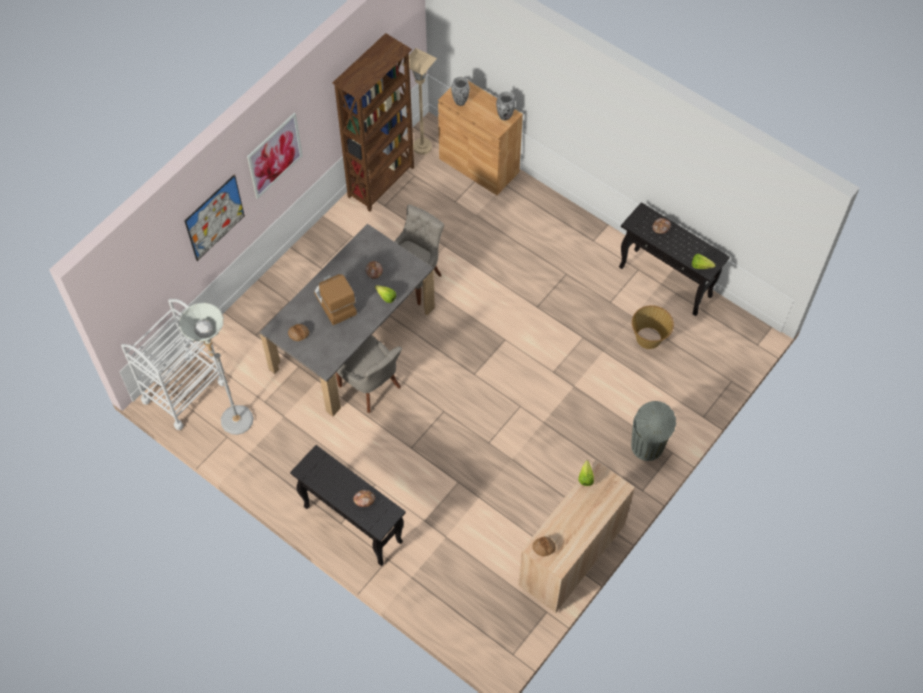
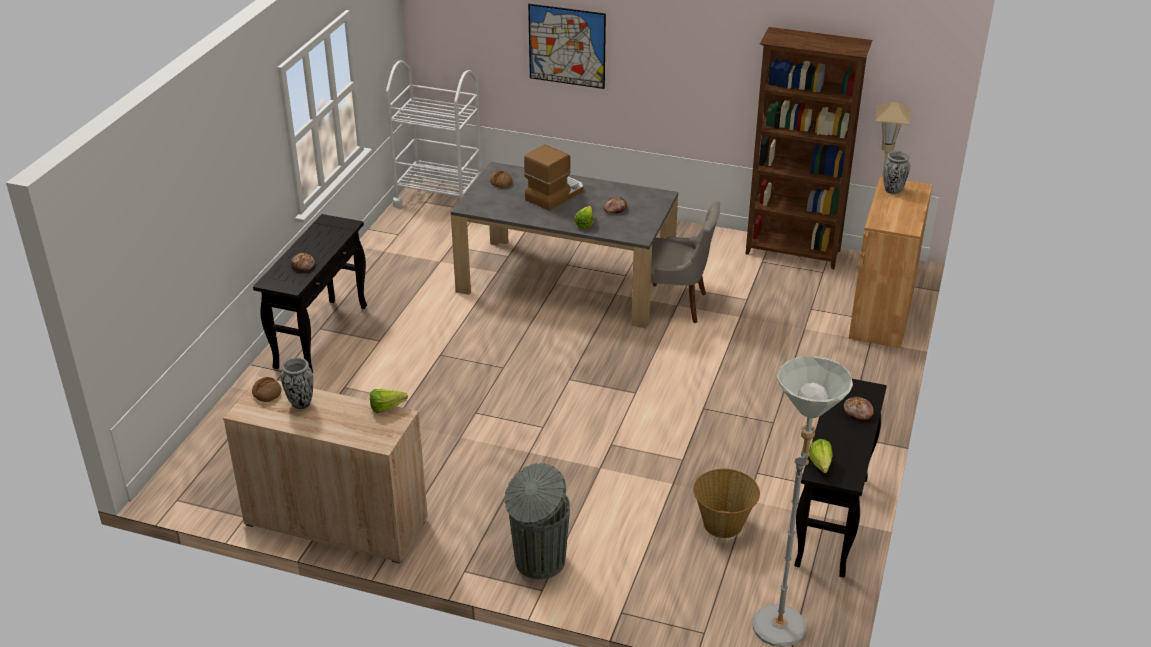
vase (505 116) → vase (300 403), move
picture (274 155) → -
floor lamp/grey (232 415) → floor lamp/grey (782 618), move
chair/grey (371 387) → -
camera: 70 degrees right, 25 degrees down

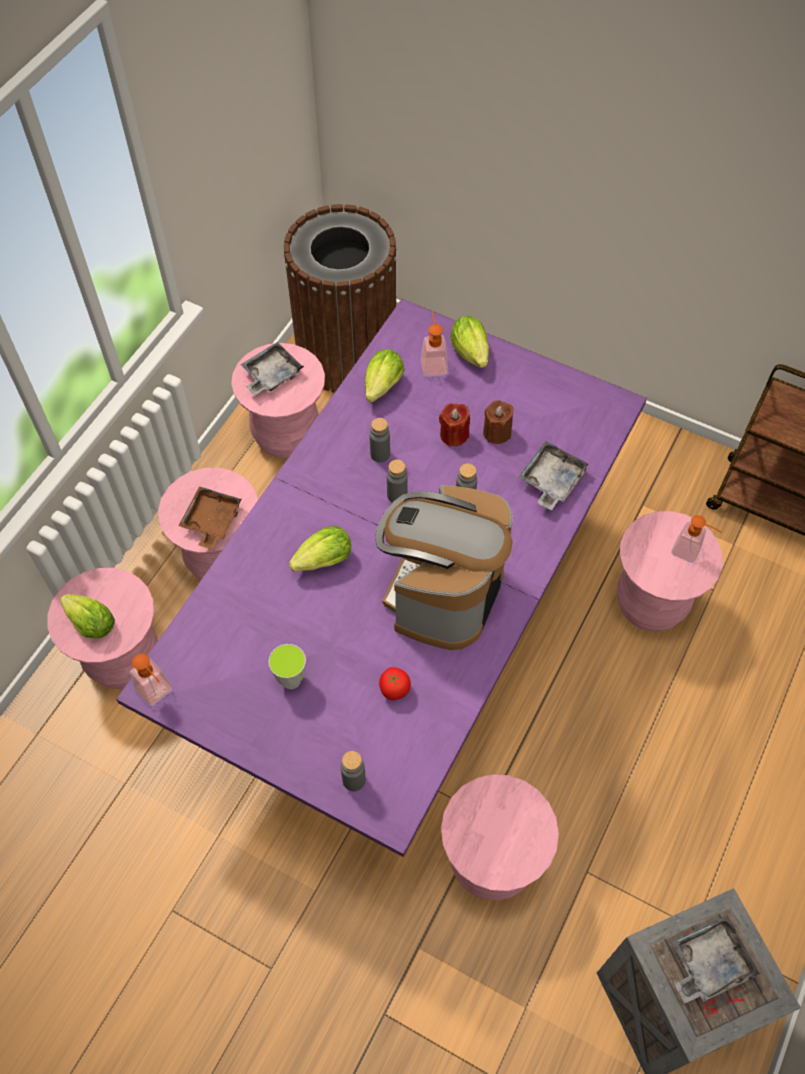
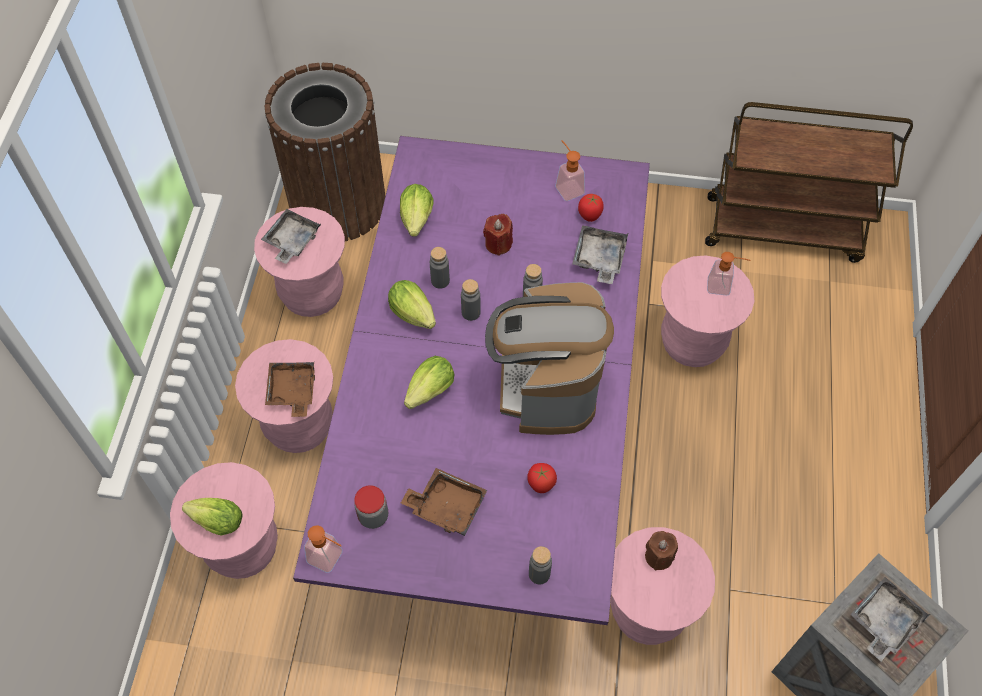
soap dispenser (433 362) → soap dispenser (567 187), move
lettuce (471 355) → lettuce (415 316), move
candle/brown (497 432) → candle/brown (659 556), move
cup (291 680) → tray/brown (446 506)
- → tomato (590 215)
- → jar (373 516)
camera: 20 degrees left, 0 degrees up

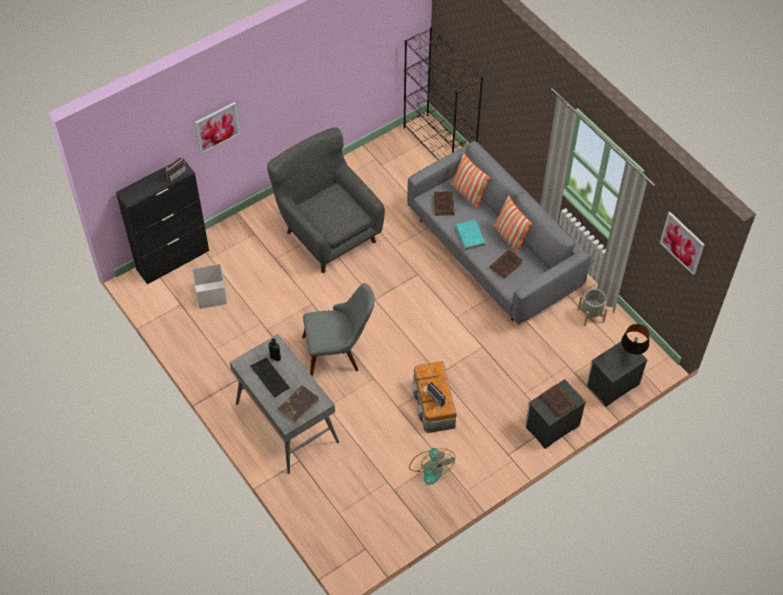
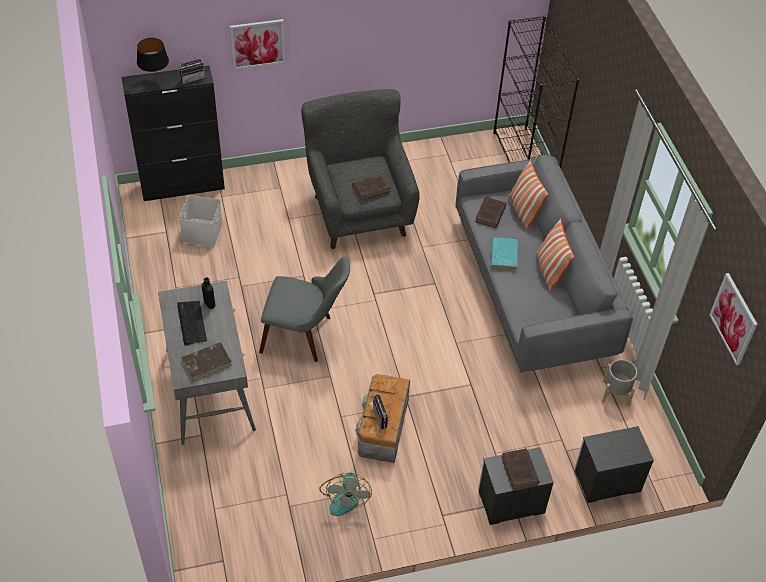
book/brown (506 264) → book/brown (372 188), move
table lamp/black (631 356) → table lamp/black (155 83), move
camera: 20 degrees right, 5 degrees down

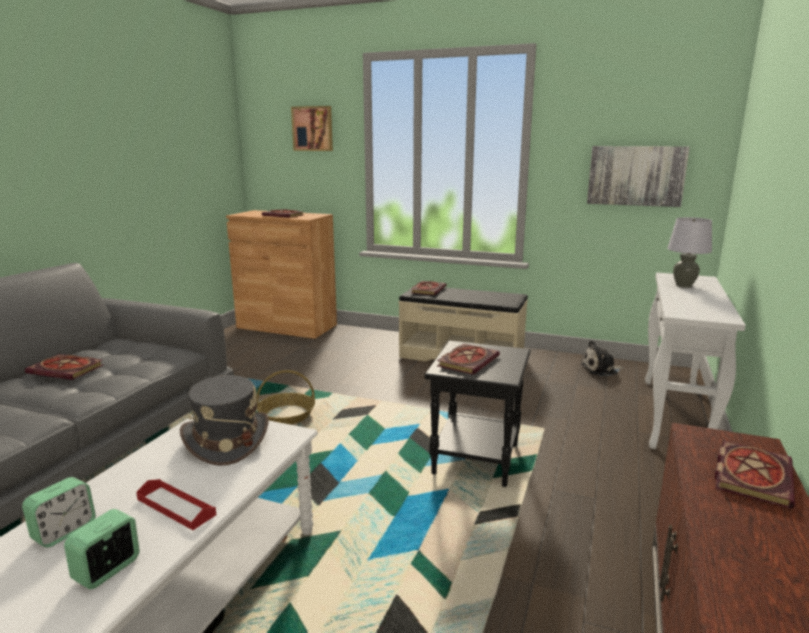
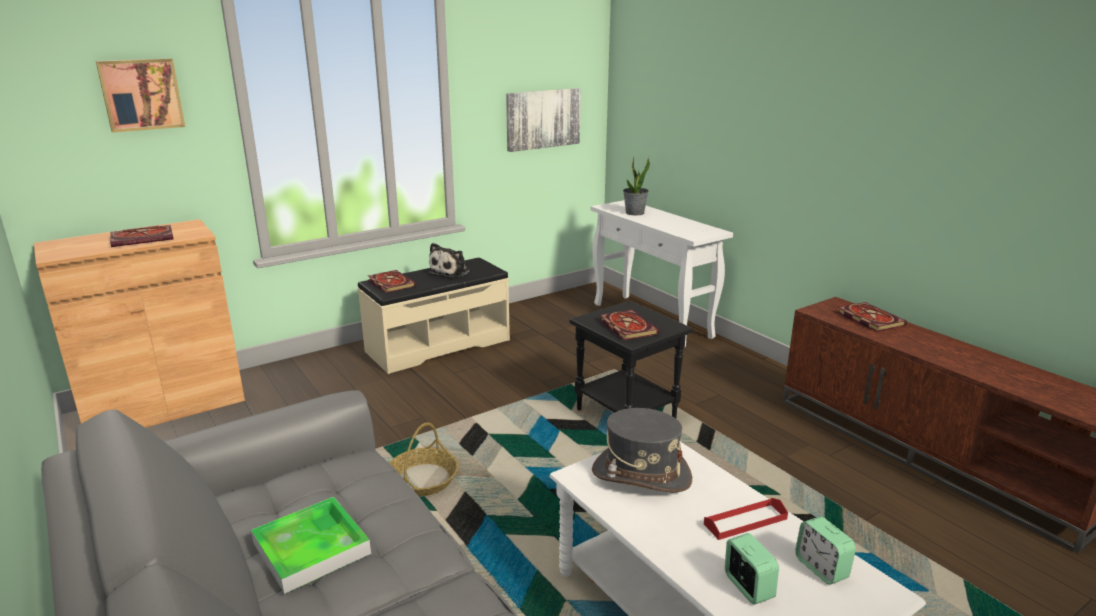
table lamp/grey (683 285) → potted plant (634 213)
plush toy (601 370) → plush toy (451 272), move
book (68 369) → tray (311 548)
camera: 55 degrees left, 5 degrees up

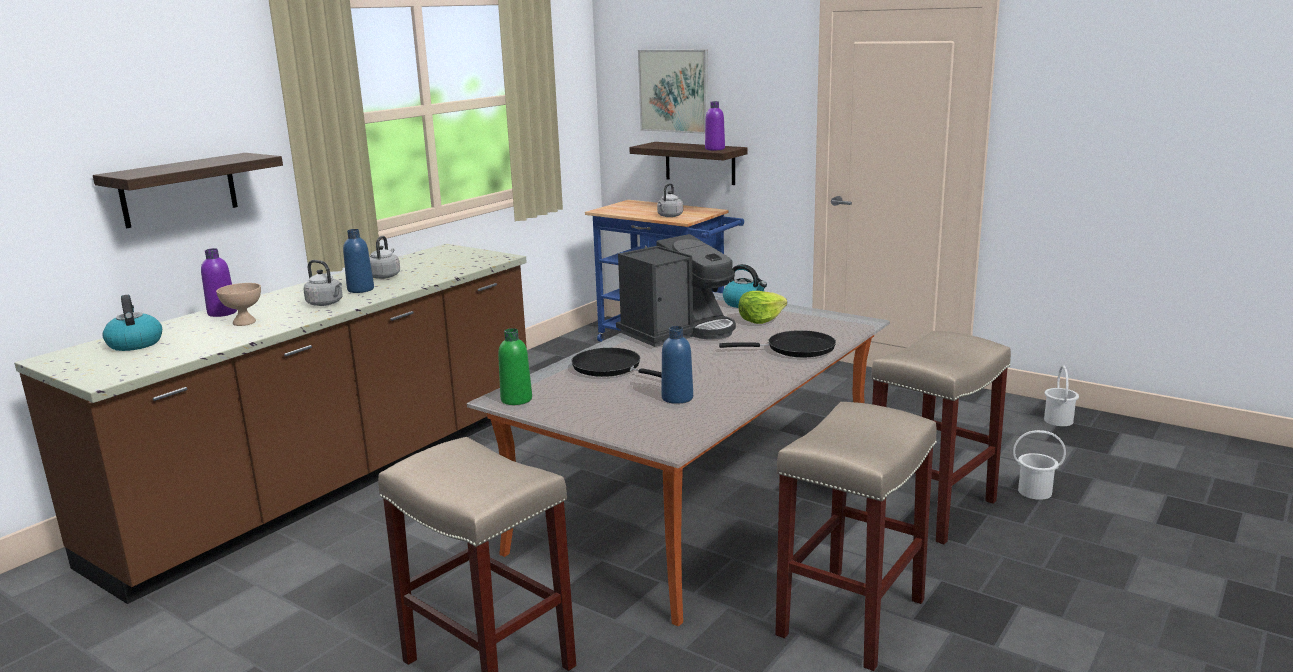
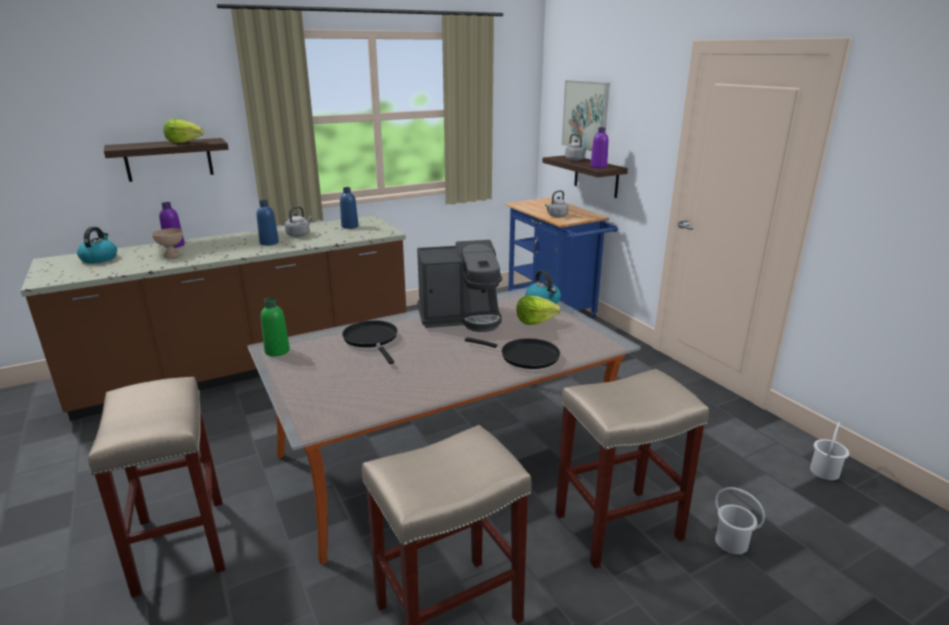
kettle/grey (326 303) → kettle/grey (575 160), move
bottle/blue (677 398) → bottle/blue (350 226), move
- → lettuce (184 142)
camera: 25 degrees right, 5 degrees up

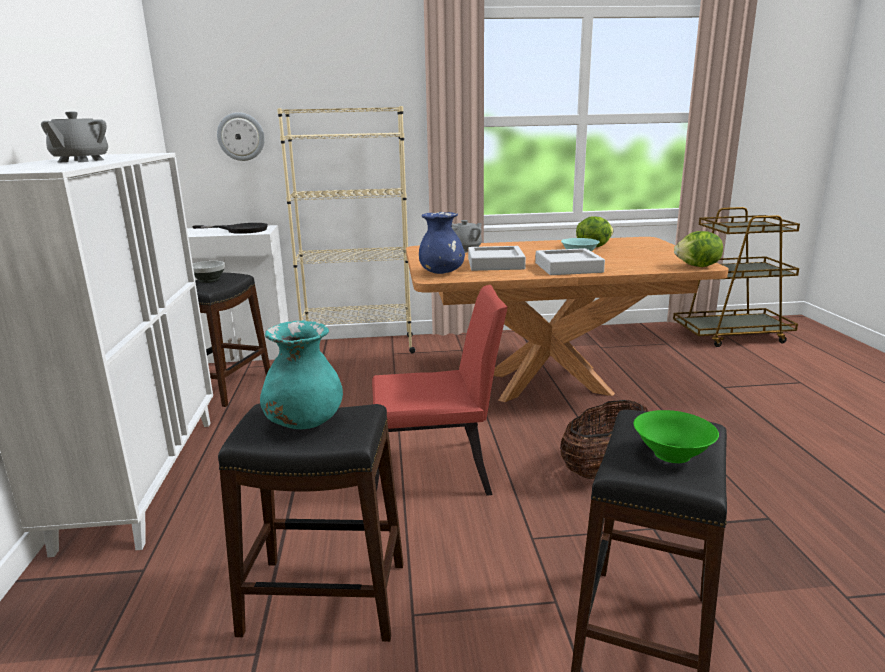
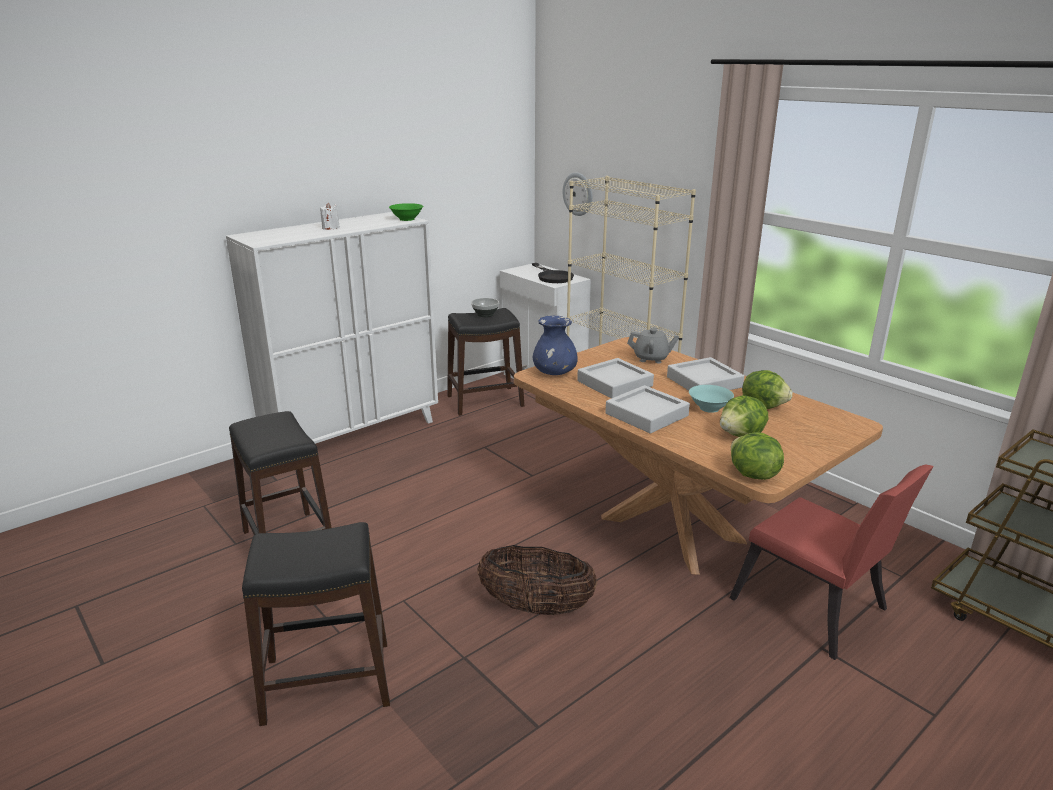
teapot/grey (80 161) → candle/white (330 228)
chair/red (436 471) → chair/red (815 610), move
vase/turquoise (304 423) → -
bowl/green (672 453) → bowl/green (407 219), move
- → tray/grey (704 382)
- → lettuce (741 435)
camera: 55 degrees right, 5 degrees up

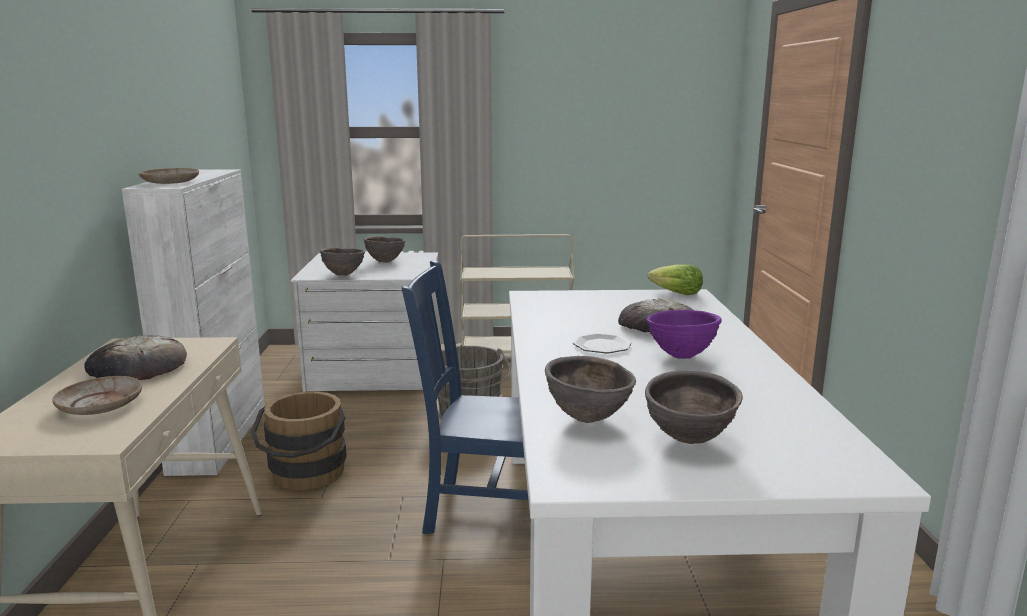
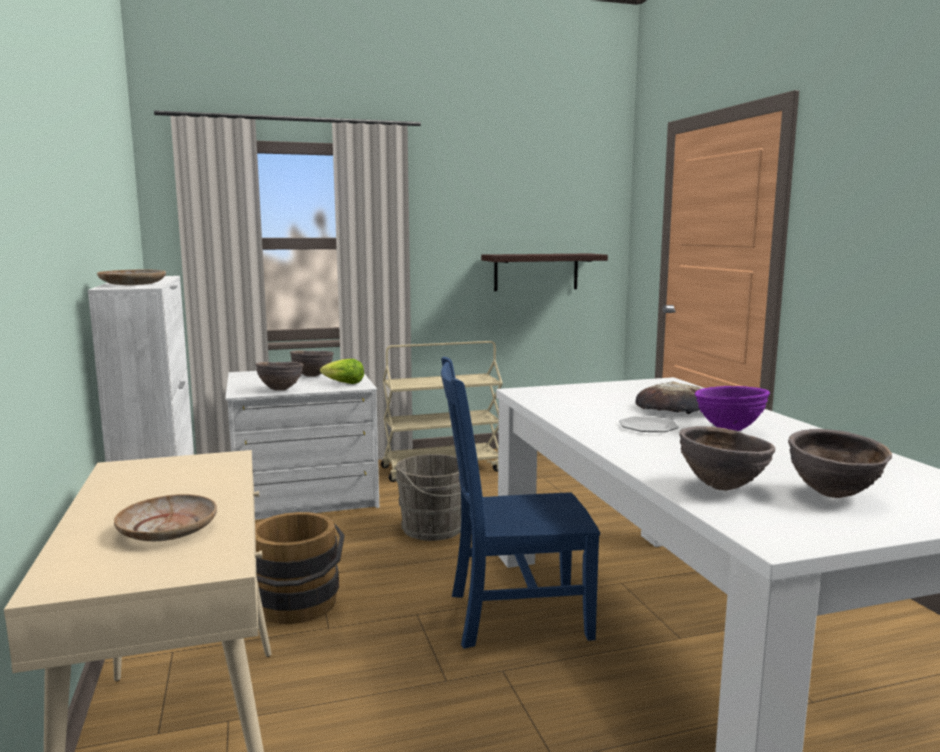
lettuce (676 293) → lettuce (343 383), move
bread (138 367) → -
- → shelf (536 272)
camera: 15 degrees left, 5 degrees down

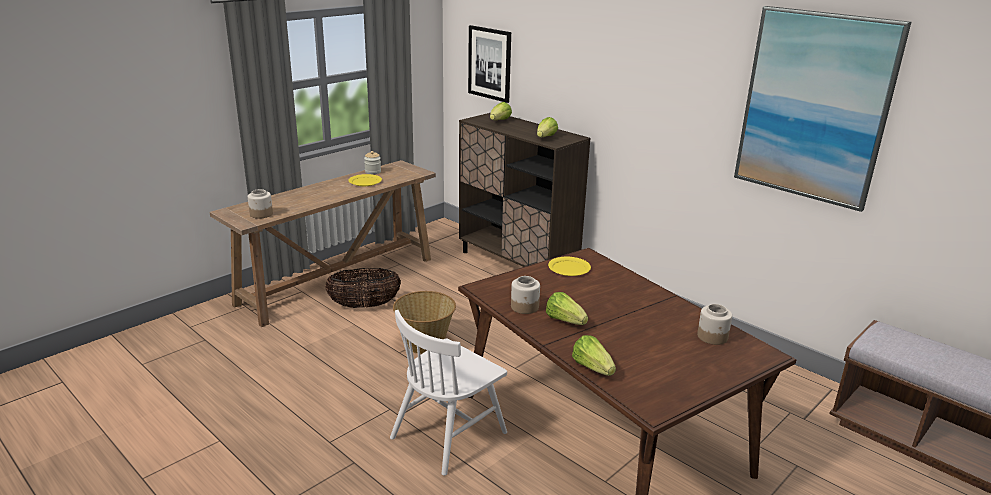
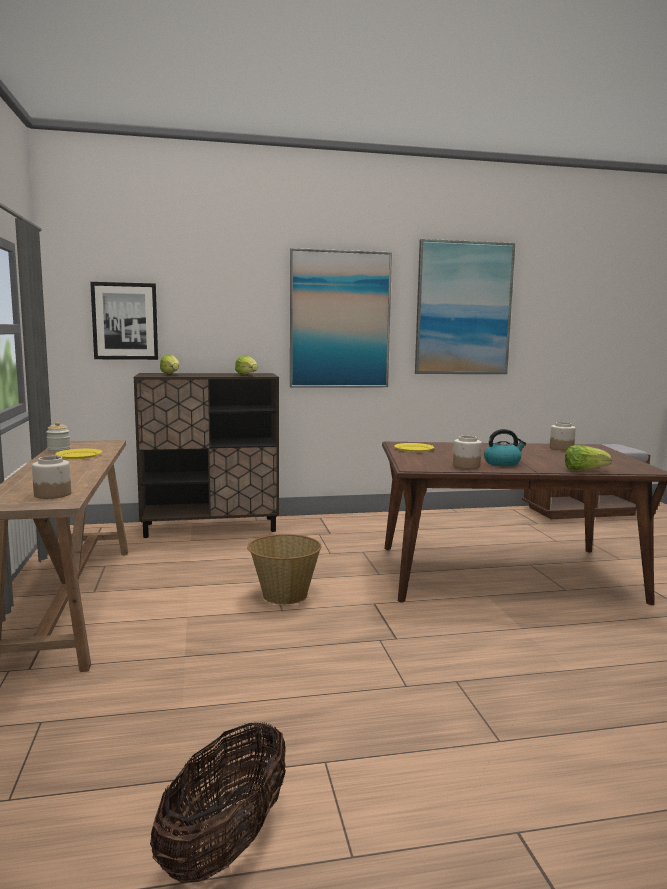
basket (364 305) → basket (226 844), move
lettuce (565 320) → kettle (502 463)
chair/white (449 434) → -
- → picture (340 320)
camera: 55 degrees left, 15 degrees down

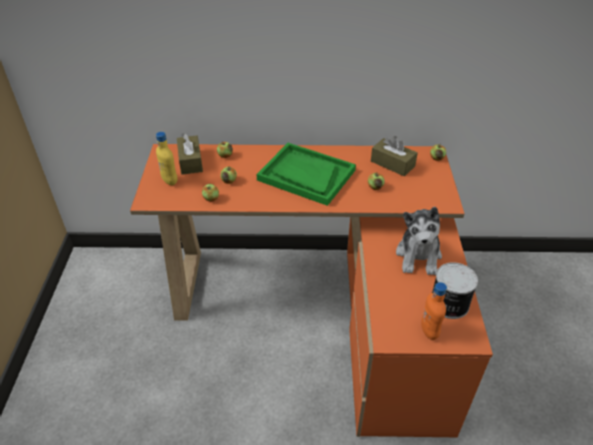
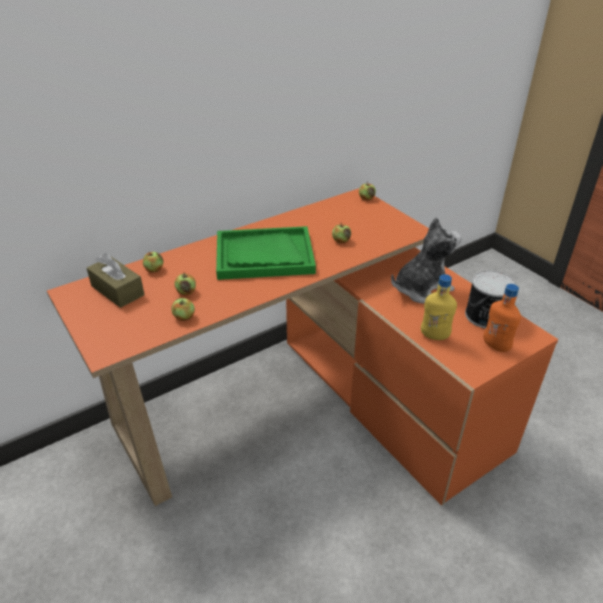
bottle/yellow (170 181) → bottle/yellow (434 336), move
tissue box/brown (392 164) → -
plush toy (418 256) → plush toy (421 289), 90 degrees counterclockwise
camera: 35 degrees left, 5 degrees down

